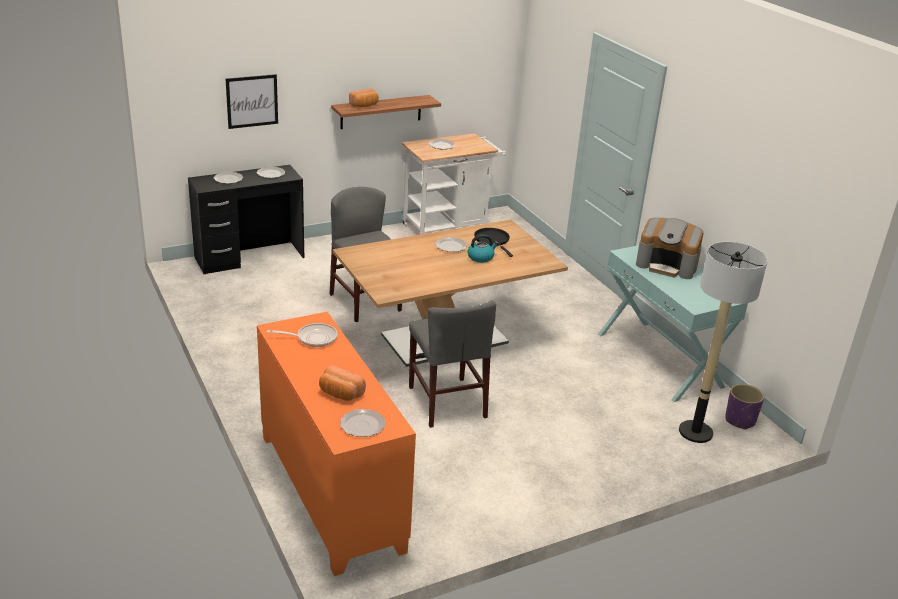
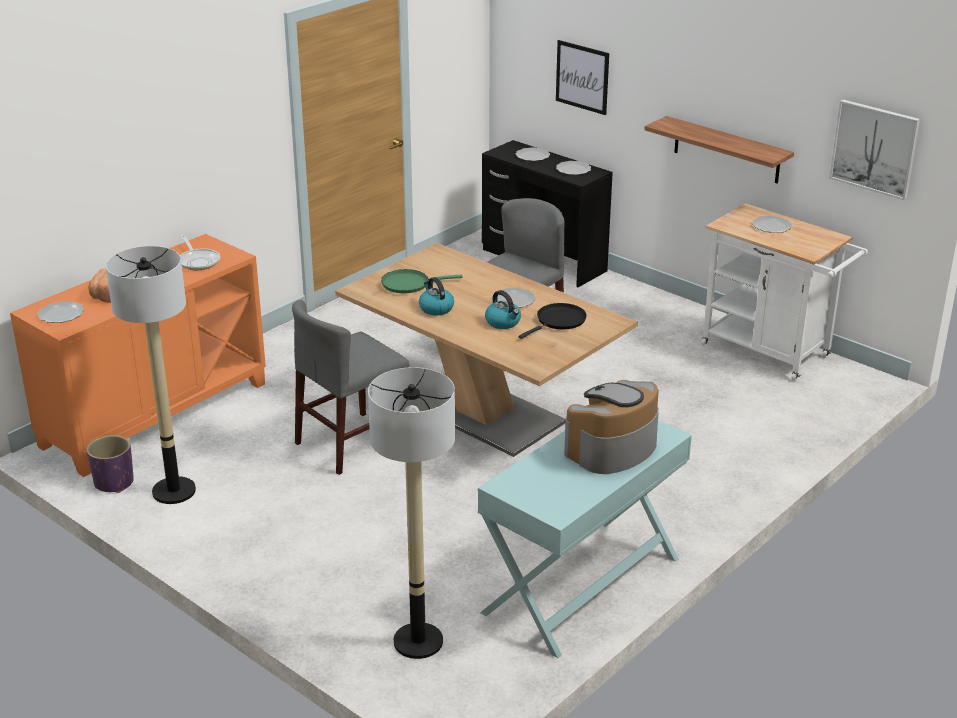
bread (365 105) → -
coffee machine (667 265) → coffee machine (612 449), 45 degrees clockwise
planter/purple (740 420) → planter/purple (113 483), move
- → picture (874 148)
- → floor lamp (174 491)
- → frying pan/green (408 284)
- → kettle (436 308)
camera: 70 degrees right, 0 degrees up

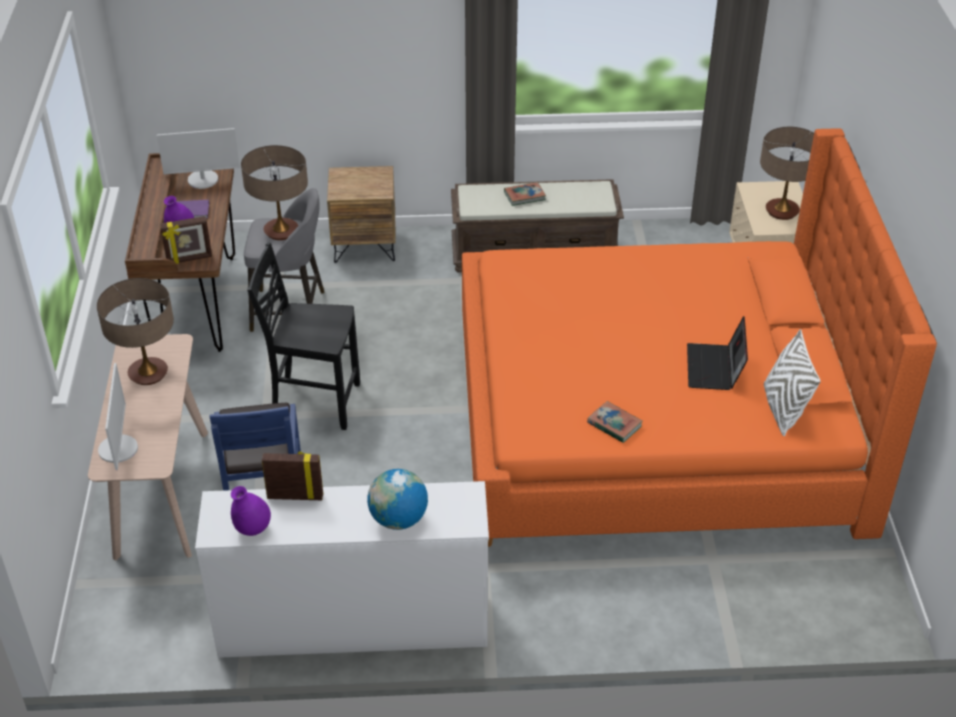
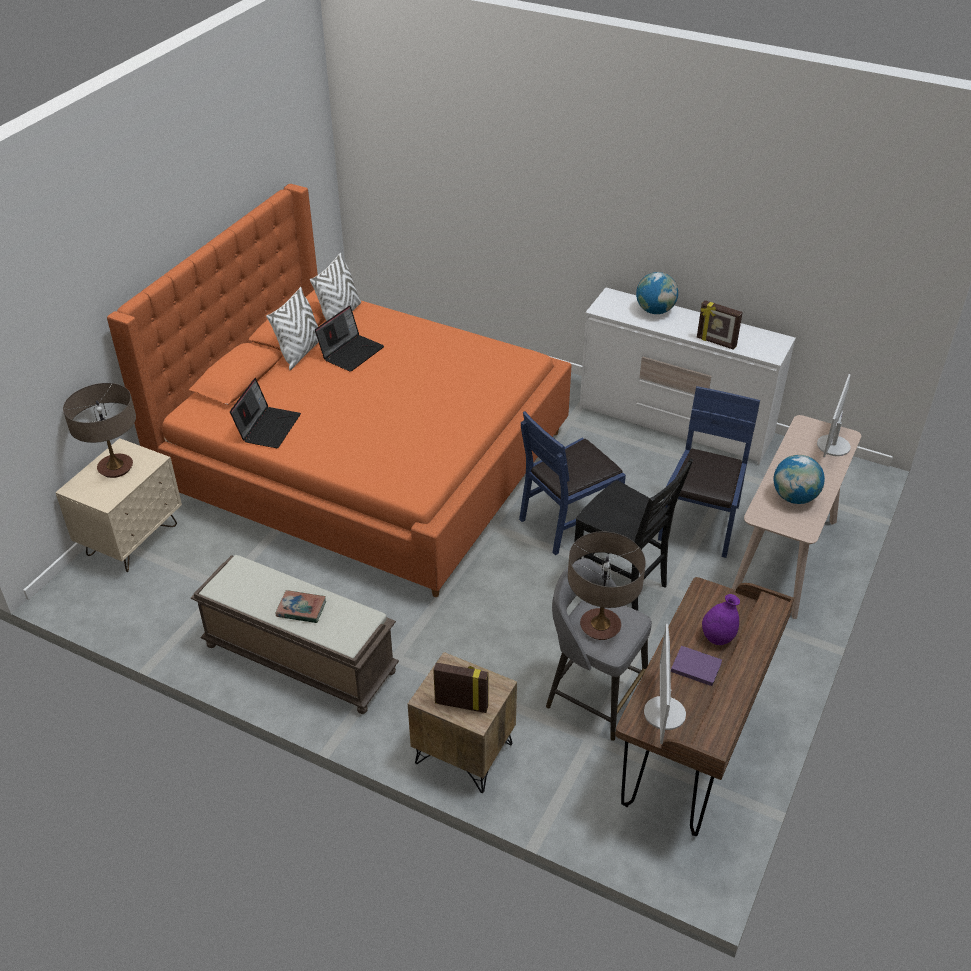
monitor (203 180) → monitor (664 713), 105 degrees counterclockwise
picture frame (189 259) → picture frame (461 704), move
table lamp (148 374) → globe (794 497)
book (614 425) → -
vase/purple (252 529) → -
- → pillow/white (300 352)
- → laptop (268 427)
- → chair/blue (568 521)
camera: 150 degrees left, 0 degrees up

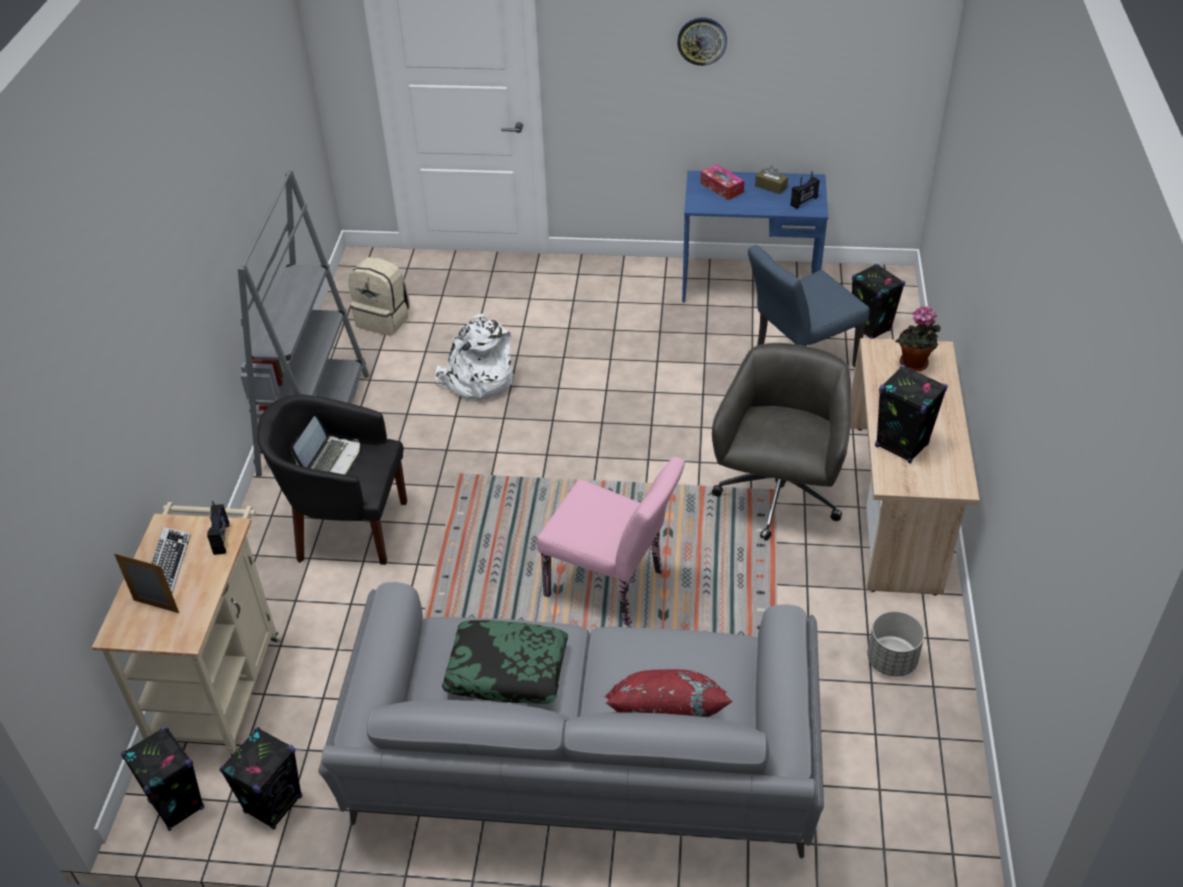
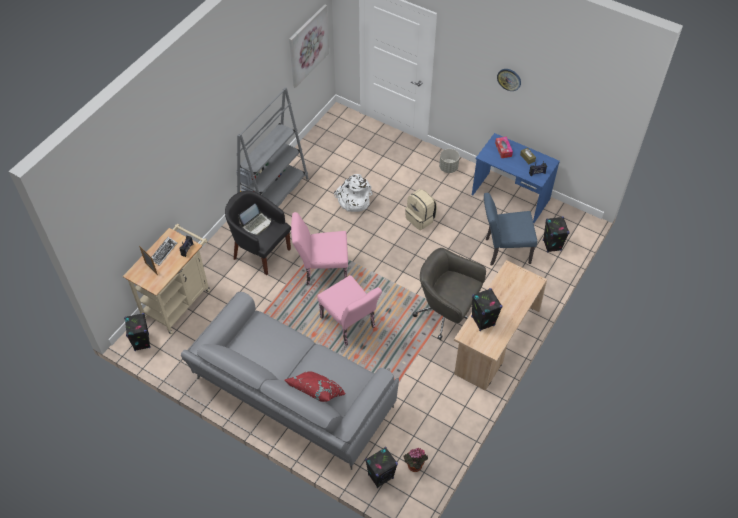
backpack/beige (384 319) → backpack/beige (421 218), move
potted plant (914 365) → potted plant (414 466), move
office chair/grey (778 497) → office chair/grey (447 314), 105 degrees counterclockwise
planter/grey (891 660) → planter/grey (448 168), move
pillow (506 670) → -
speaker/black (273 804) → speaker/black (380 476), move
- → picture (308 45)
- → chair/pink (322 270)
camera: 25 degrees right, 10 degrees up

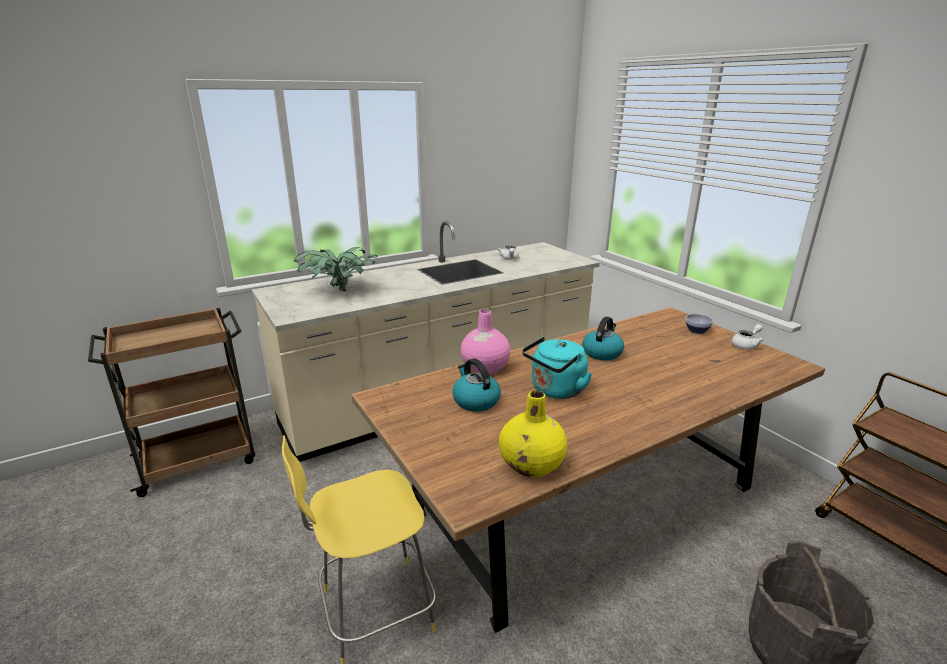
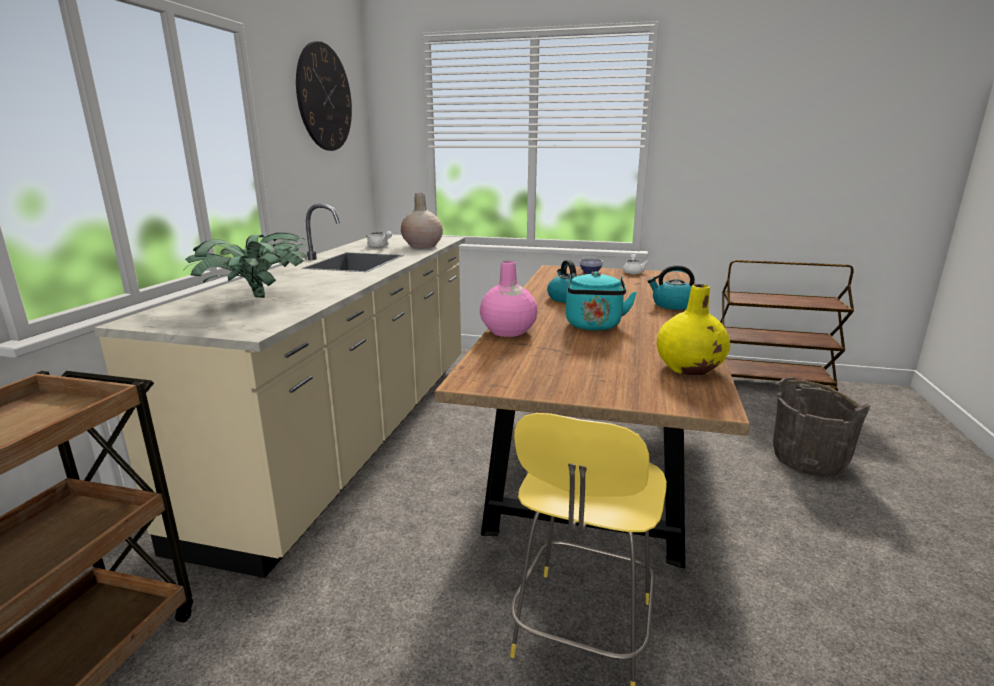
kettle (475 401) → kettle (672 305), move
- → wall clock (324 97)
- → vase/beige (422 246)
camera: 45 degrees left, 5 degrees down

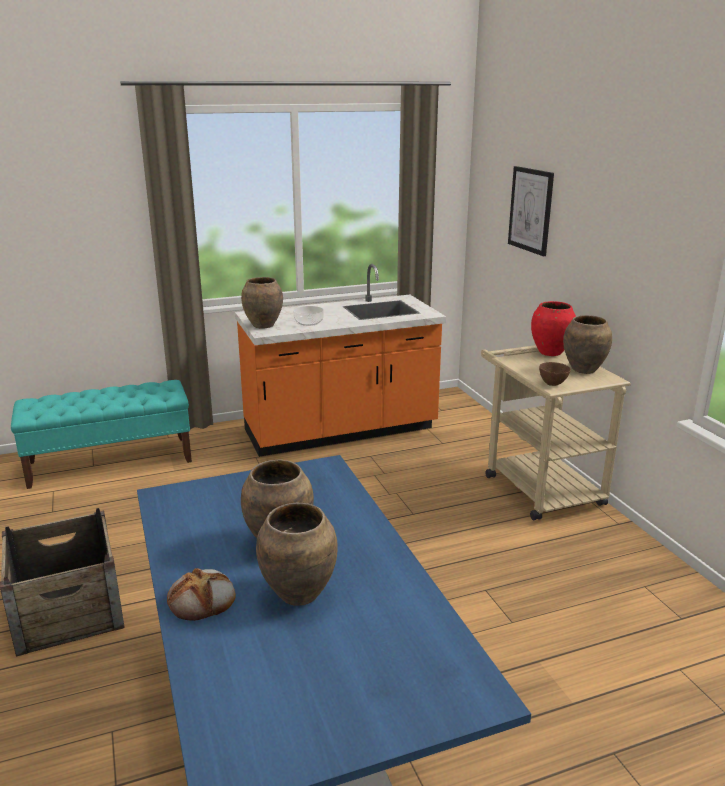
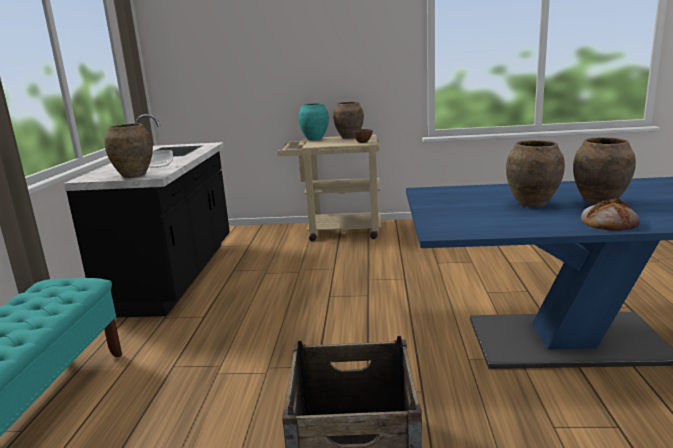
picture (531 210) → -
counter/orange (341 431) → counter/black (175 275)
vase/red (550 352) → vase/turquoise (314 139)
camera: 65 degrees left, 5 degrees down

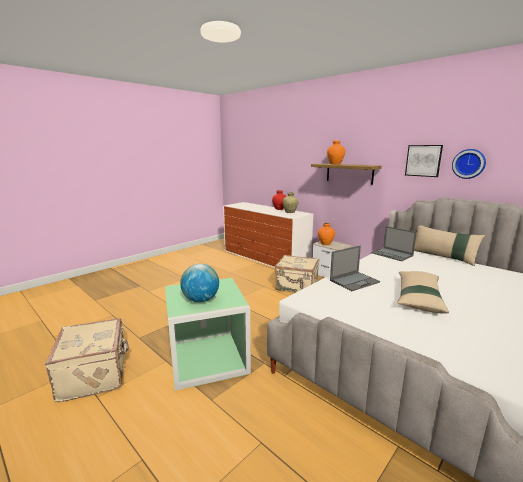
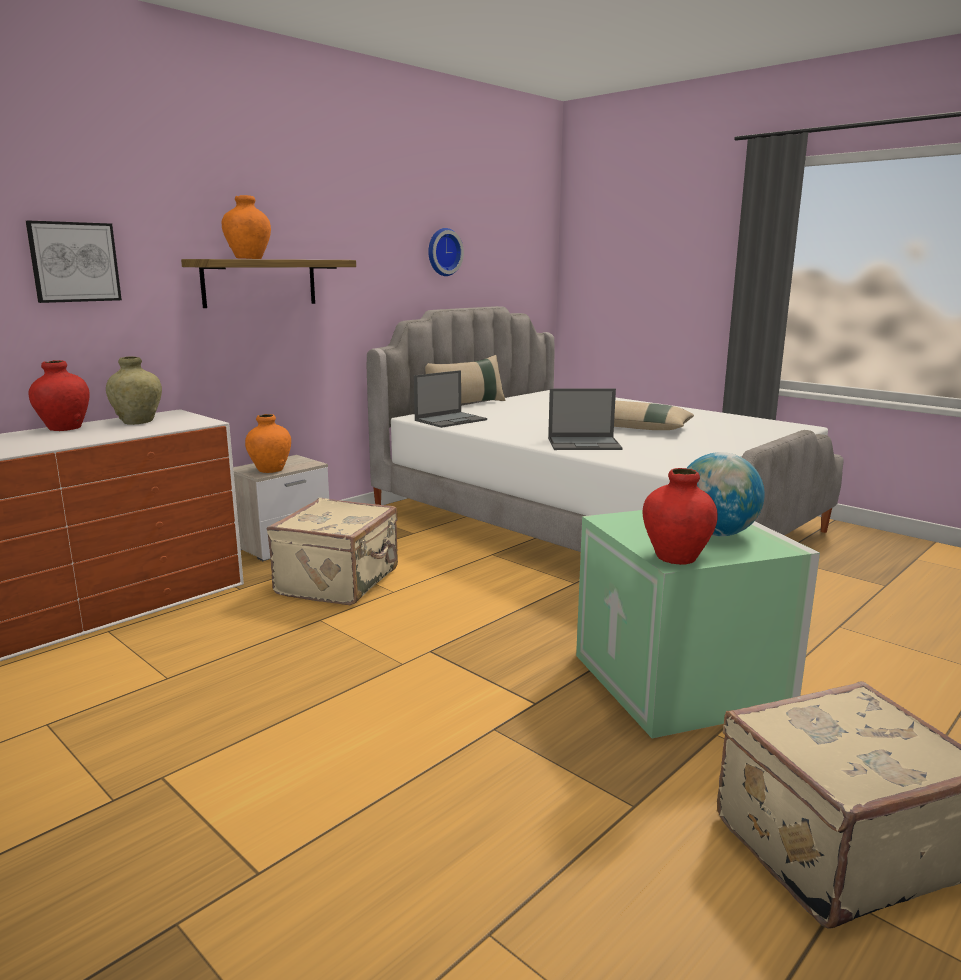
picture (423 160) → picture (74 262), move
laptop (355 281) → laptop (585 444), 120 degrees clockwise
- → vase/red (676 558)
camera: 90 degrees left, 0 degrees up

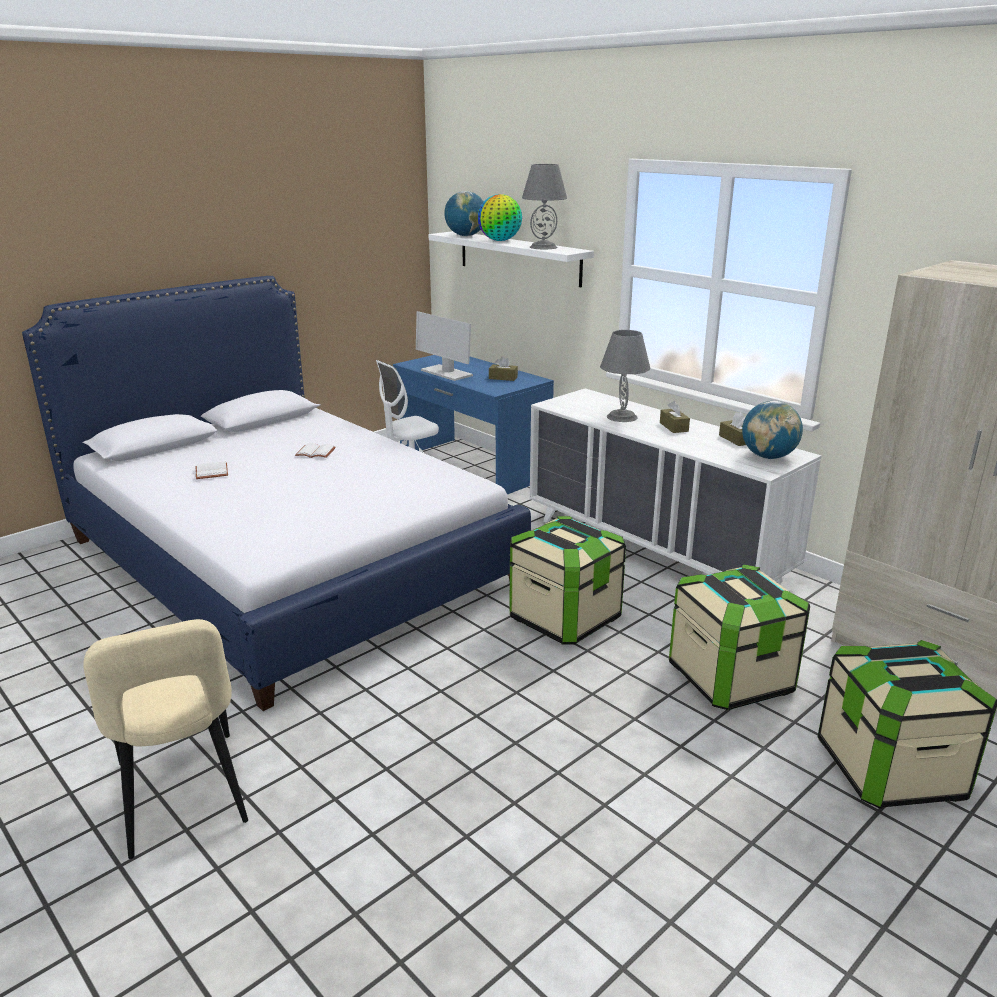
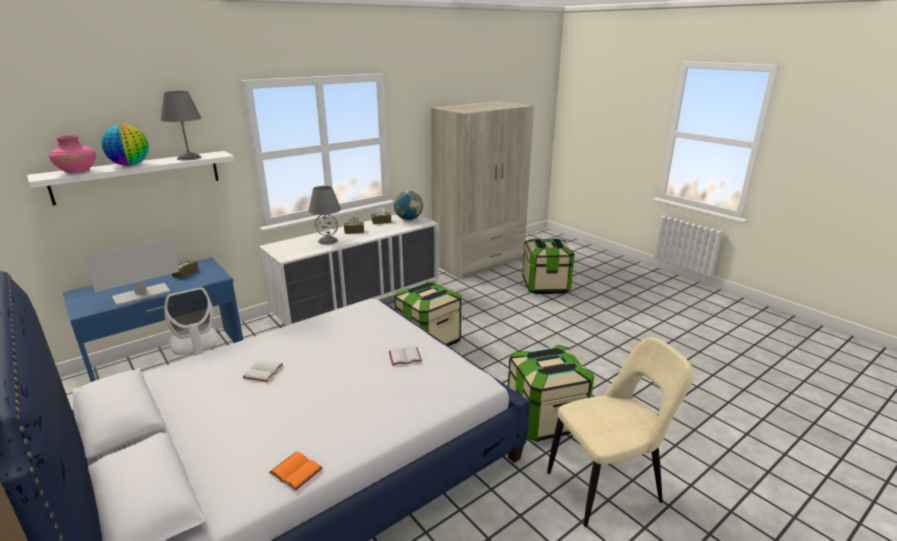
globe (466 236) → vase/pink (77 172)
book/white (210 472) → book/white (404 357), move
storage box (730 678) → storage box (545 419), move
- → book/orange (294 472)
camera: 85 degrees left, 0 degrees up

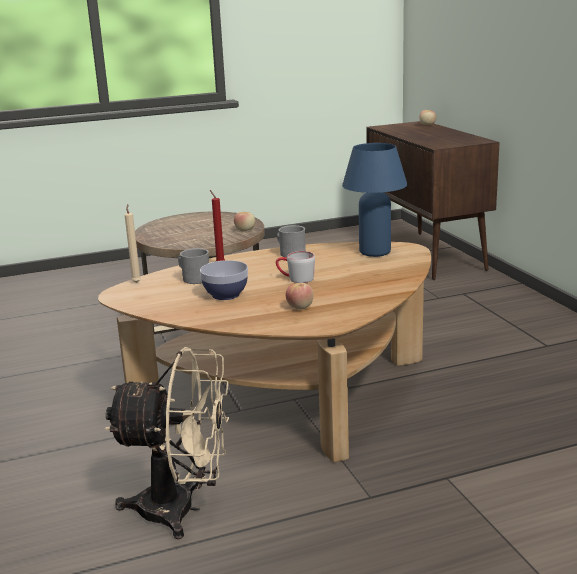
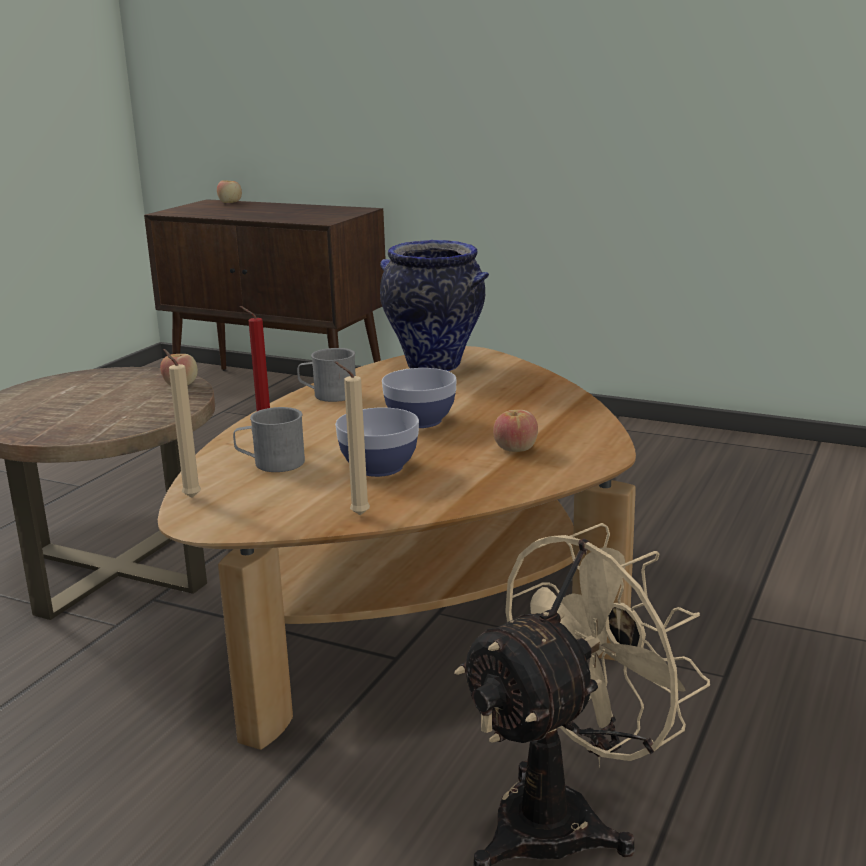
table lamp/blue (375 252) → vase (435 366)
mug/grey (295 279) → bowl (420 421)
- → candle/beige (357 515)
camera: 45 degrees left, 0 degrees up

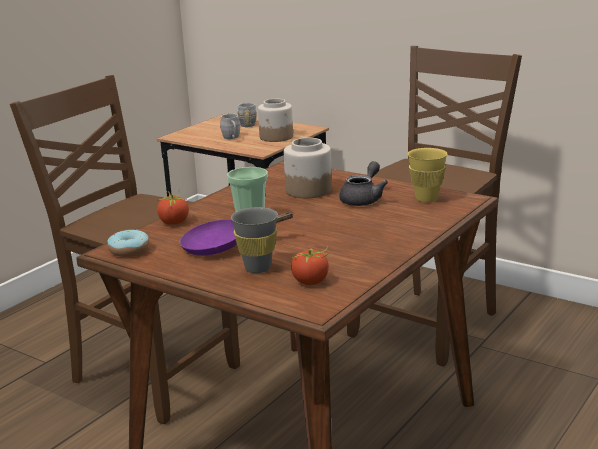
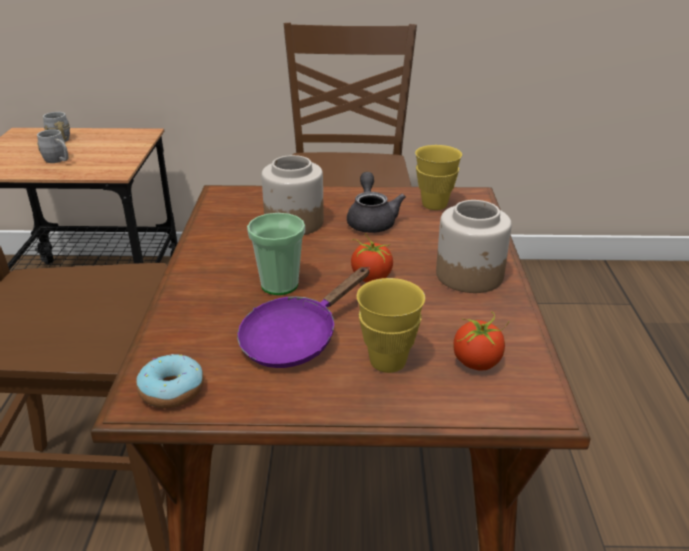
jar (276 137) → jar (470 275), move
tomato (174 222) → tomato (371 278), move
cup/grey (258 268) → cup/yellow (388 362)
camera: 35 degrees left, 10 degrees up

